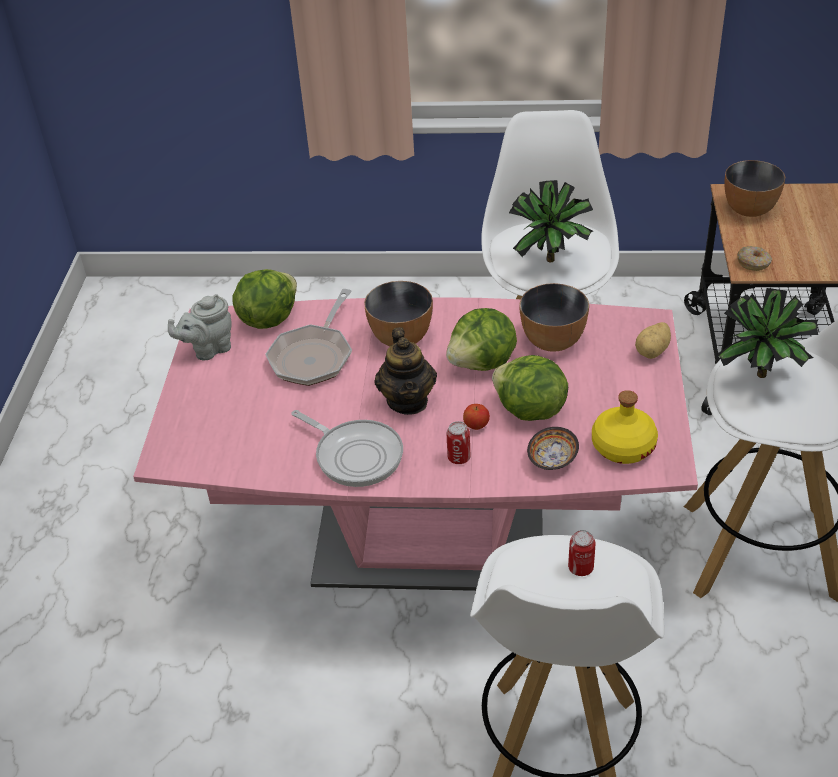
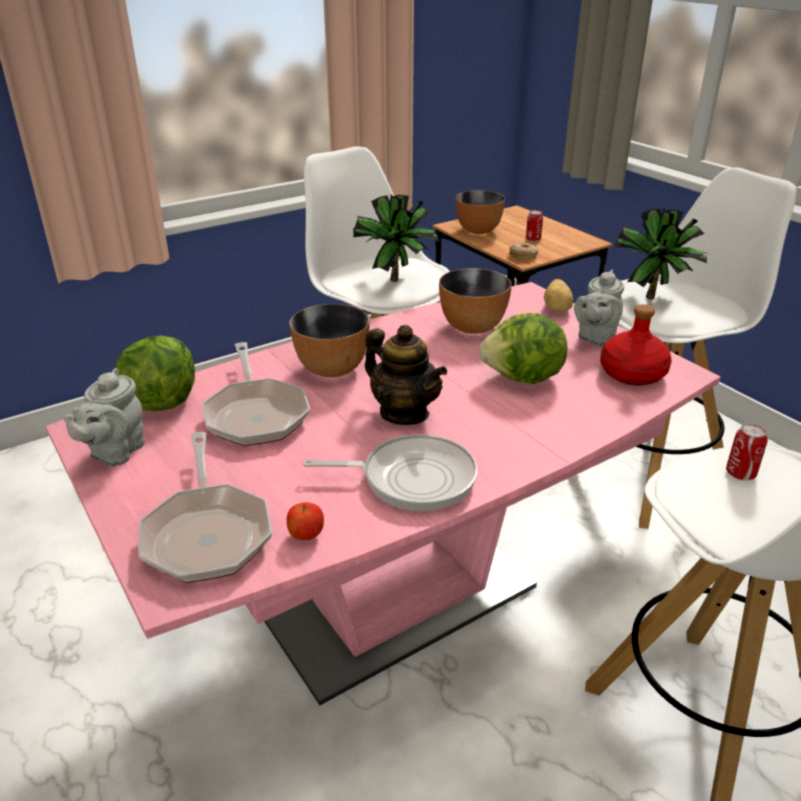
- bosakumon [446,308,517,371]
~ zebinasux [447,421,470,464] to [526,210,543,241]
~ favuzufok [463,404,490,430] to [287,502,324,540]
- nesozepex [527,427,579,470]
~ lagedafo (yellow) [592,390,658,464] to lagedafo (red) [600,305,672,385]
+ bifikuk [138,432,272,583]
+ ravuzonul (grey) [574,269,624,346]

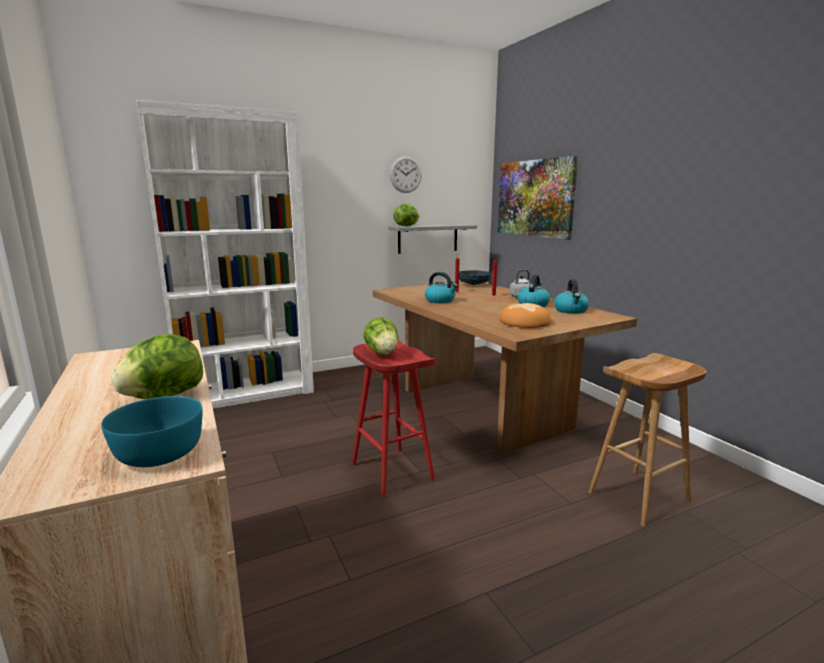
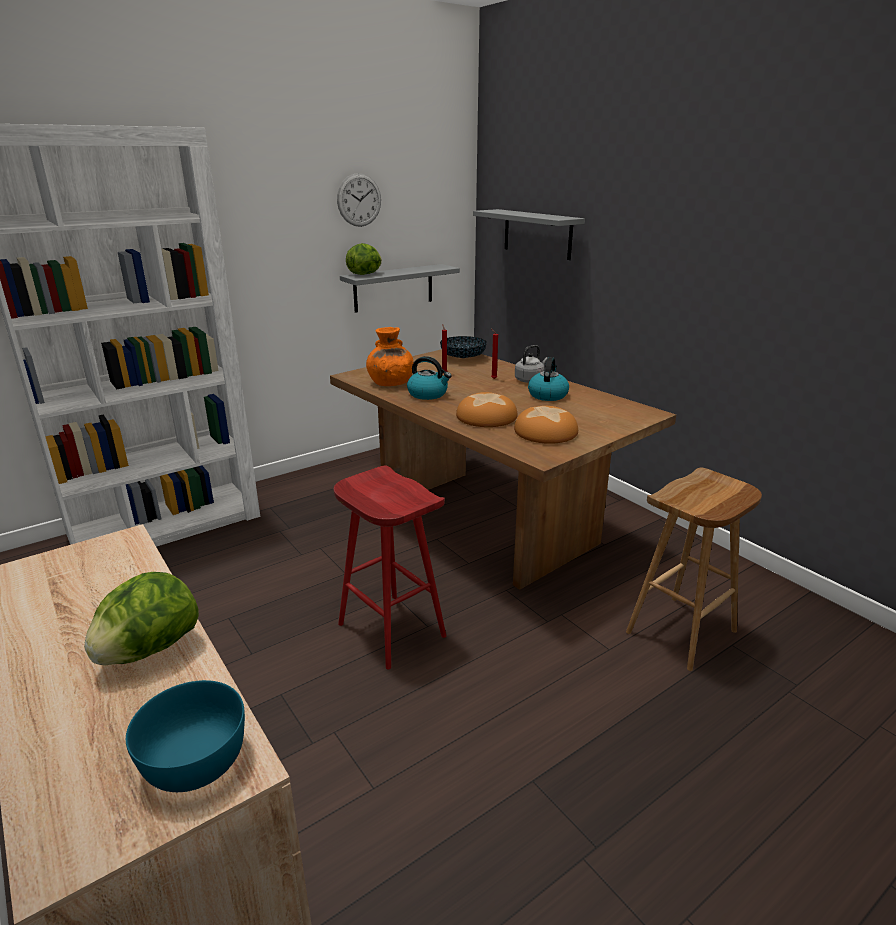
- bosakumon [363,317,399,355]
~ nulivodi [498,156,578,240] to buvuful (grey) [473,209,585,260]
- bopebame [554,279,589,314]
+ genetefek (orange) [366,327,414,386]
+ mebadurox [456,392,518,427]

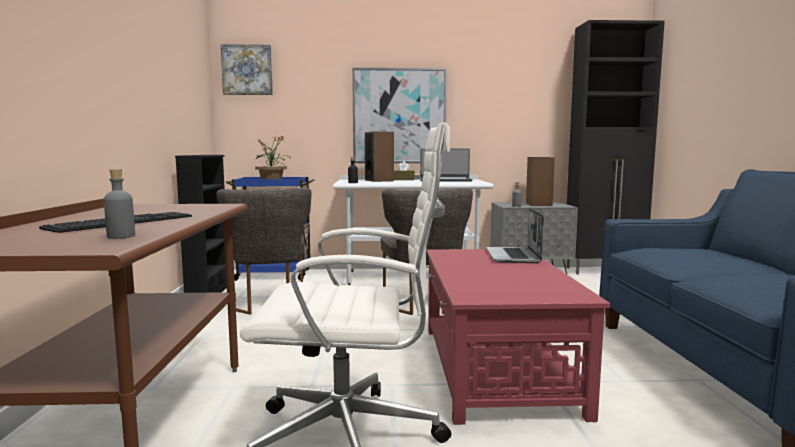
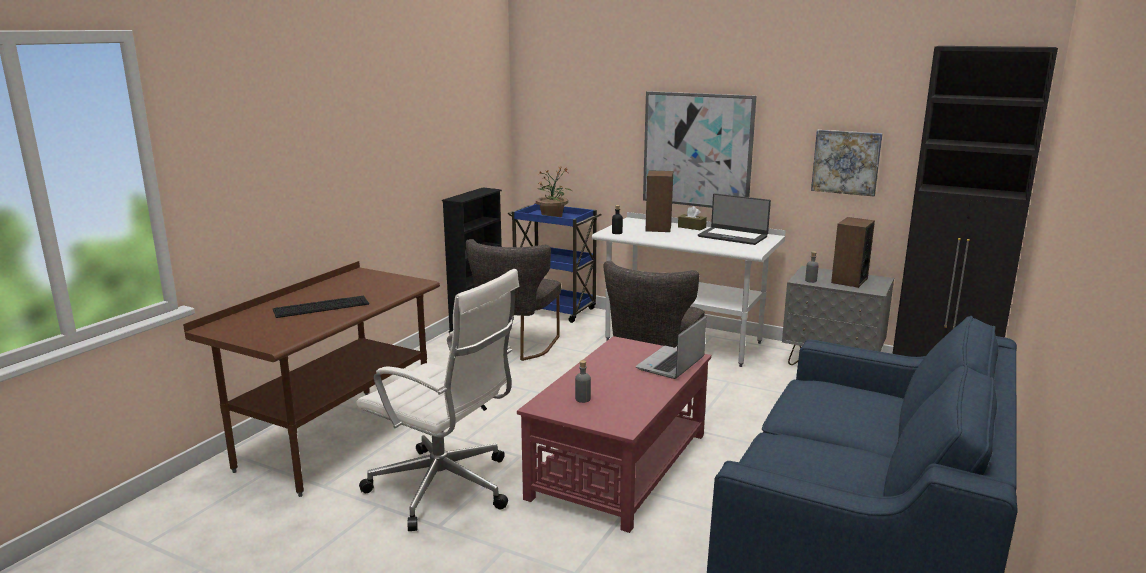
~ lagedafo (grey) [104,169,135,239] to [575,360,591,403]
~ nulivodi [221,44,273,95] to [811,130,883,196]

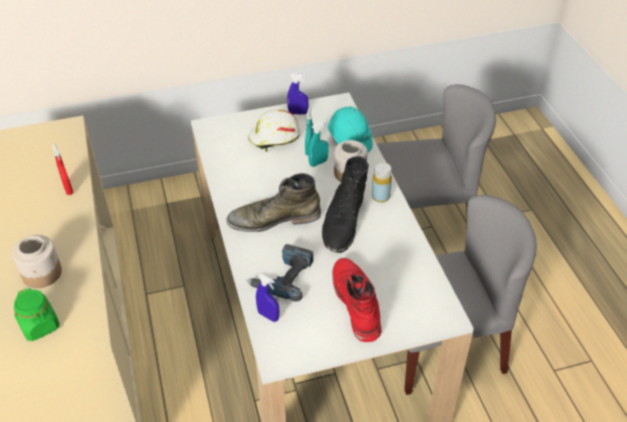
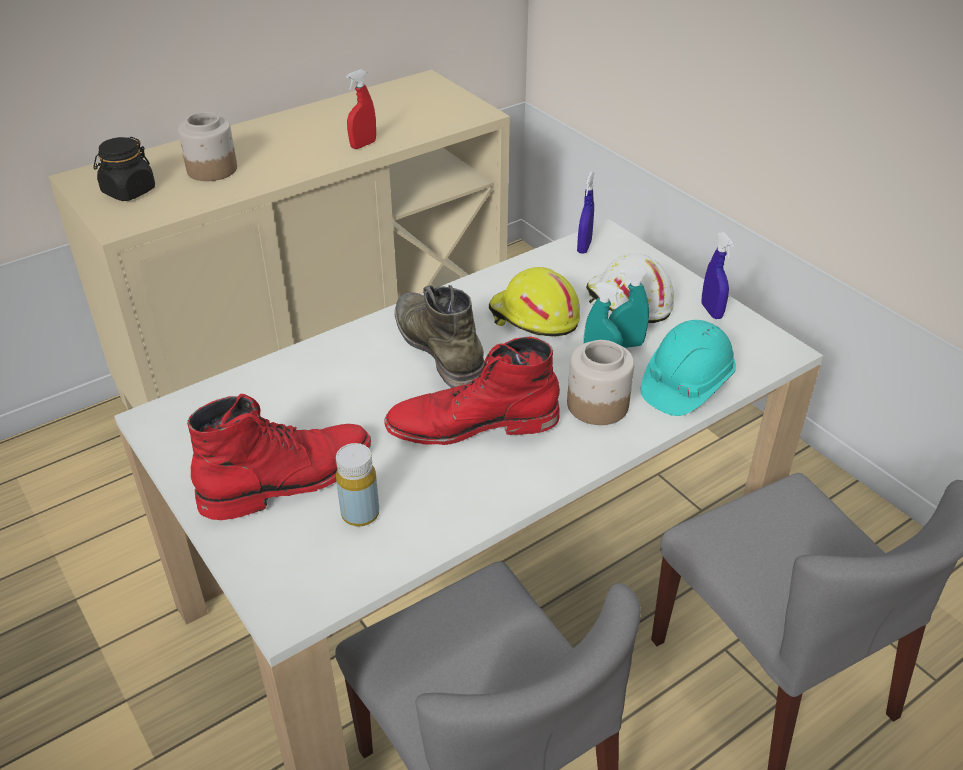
~ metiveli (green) [14,288,60,341] to metiveli (black) [93,137,155,201]
- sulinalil [246,244,313,301]
~ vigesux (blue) [256,274,279,322] to [577,172,594,254]
~ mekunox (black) [322,156,369,253] to mekunox (red) [384,336,560,445]
~ lagedafo (yellow) [372,163,392,203] to [336,443,379,526]
+ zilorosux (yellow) [489,267,580,337]

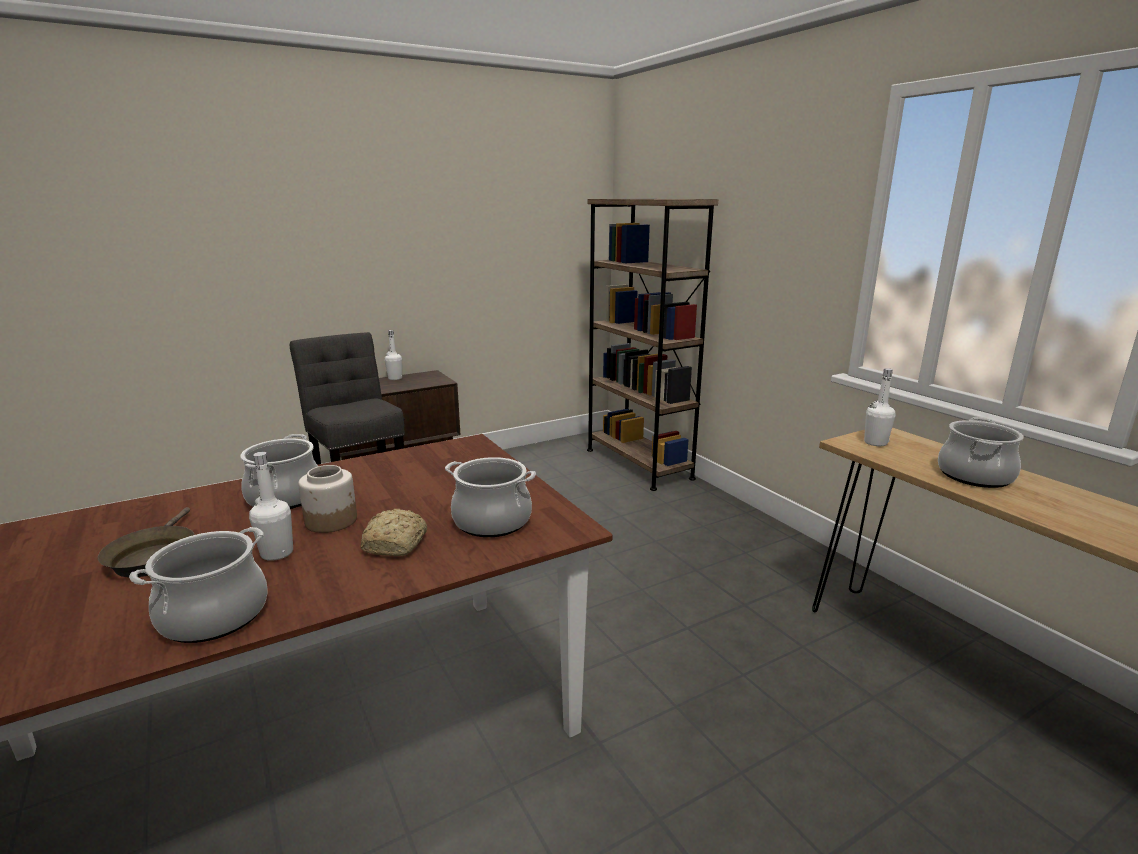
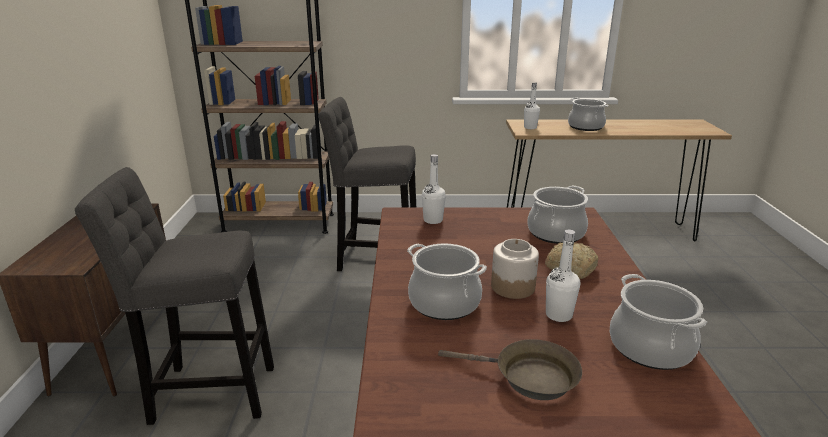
~ lagedafo (white) [385,330,402,380] to [422,154,446,224]
+ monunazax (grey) [318,97,416,271]

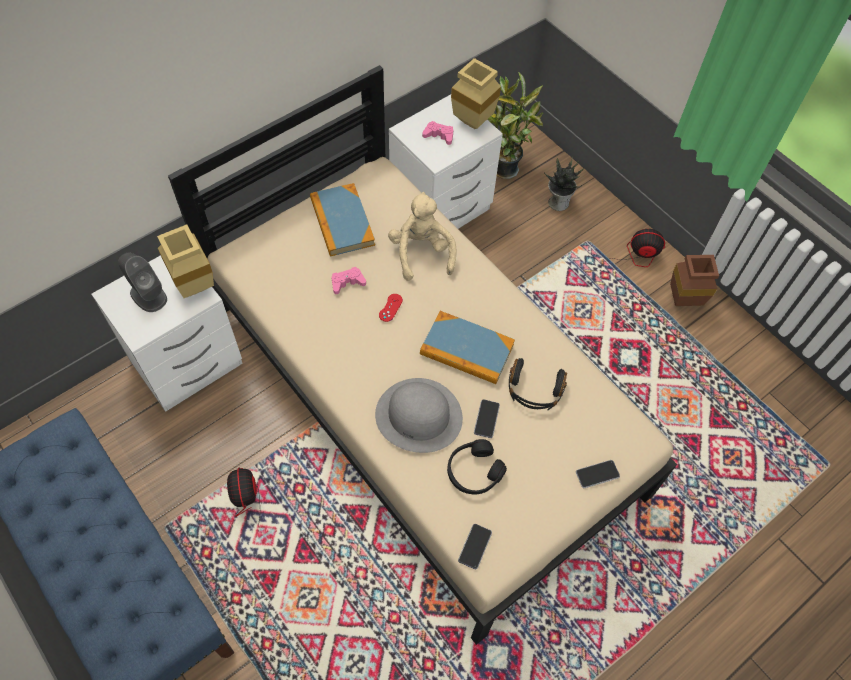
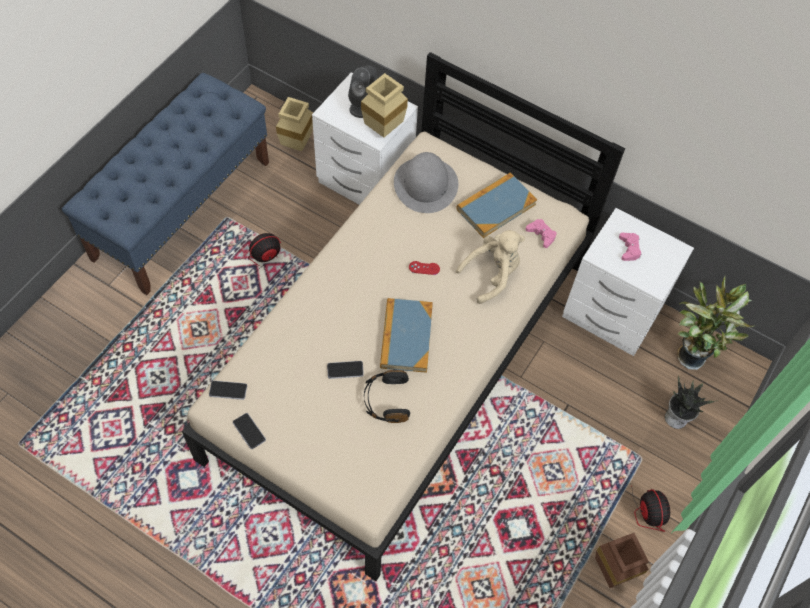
~ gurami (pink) [332,267,366,294] to [526,219,557,248]
~ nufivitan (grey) [375,378,463,453] to [394,152,458,213]
- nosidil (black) [447,439,507,494]
~ genetefek (beige) [451,58,501,129] to [276,97,313,151]
~ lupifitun [576,460,620,488] to [233,413,266,449]

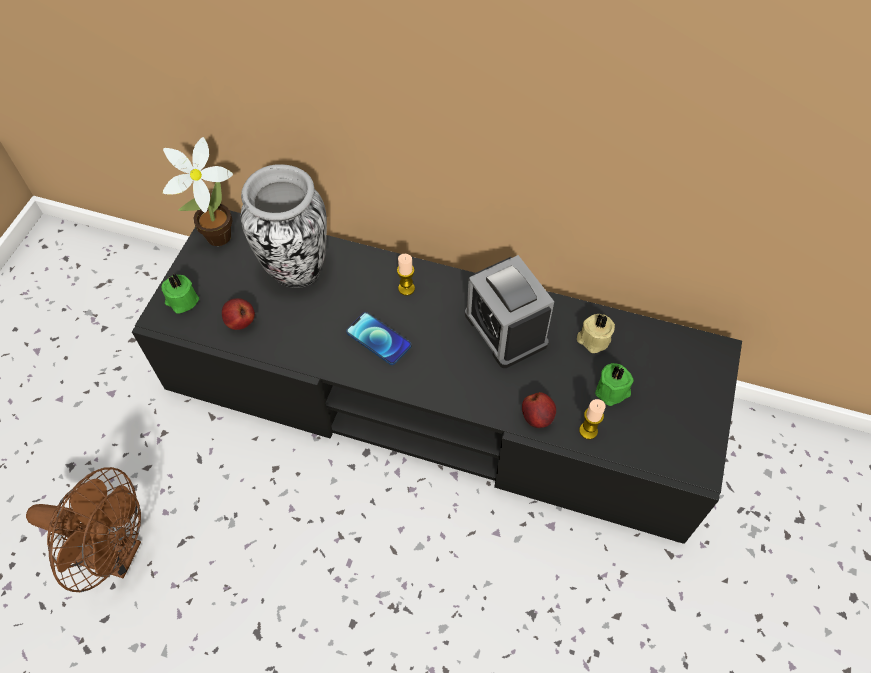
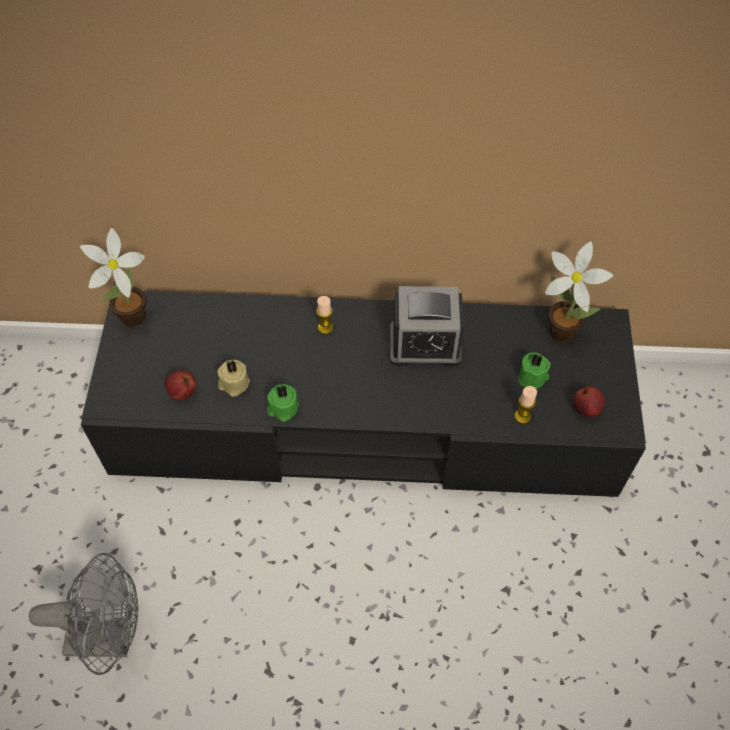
~ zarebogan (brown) [26,467,141,592] to zarebogan (grey) [29,553,138,675]
~ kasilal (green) [161,274,199,314] to [267,384,299,422]
- genetefek [241,164,327,288]
- lupifitun [346,312,411,365]
~ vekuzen [465,255,554,368] = [390,286,464,366] 45 degrees counterclockwise
~ favuzufok [522,392,556,428] to [573,386,605,418]
~ kasilal (beige) [577,314,615,353] to [217,360,250,397]
+ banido [545,242,614,342]

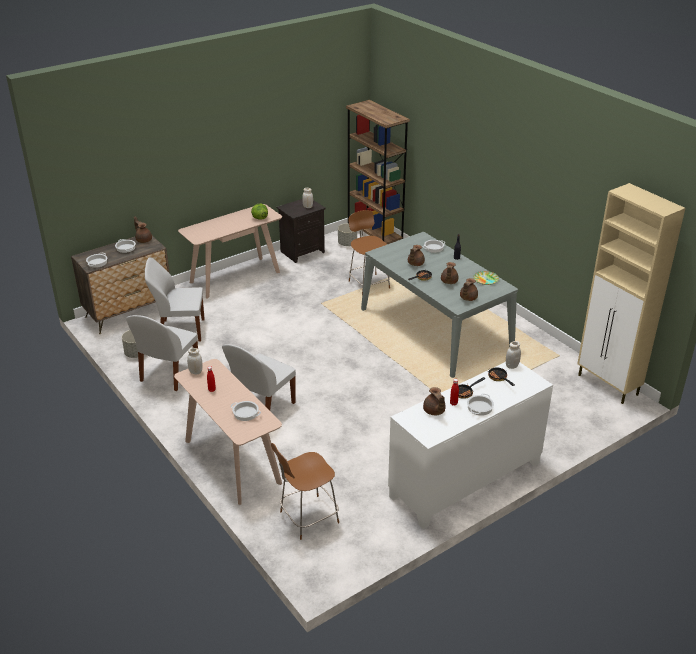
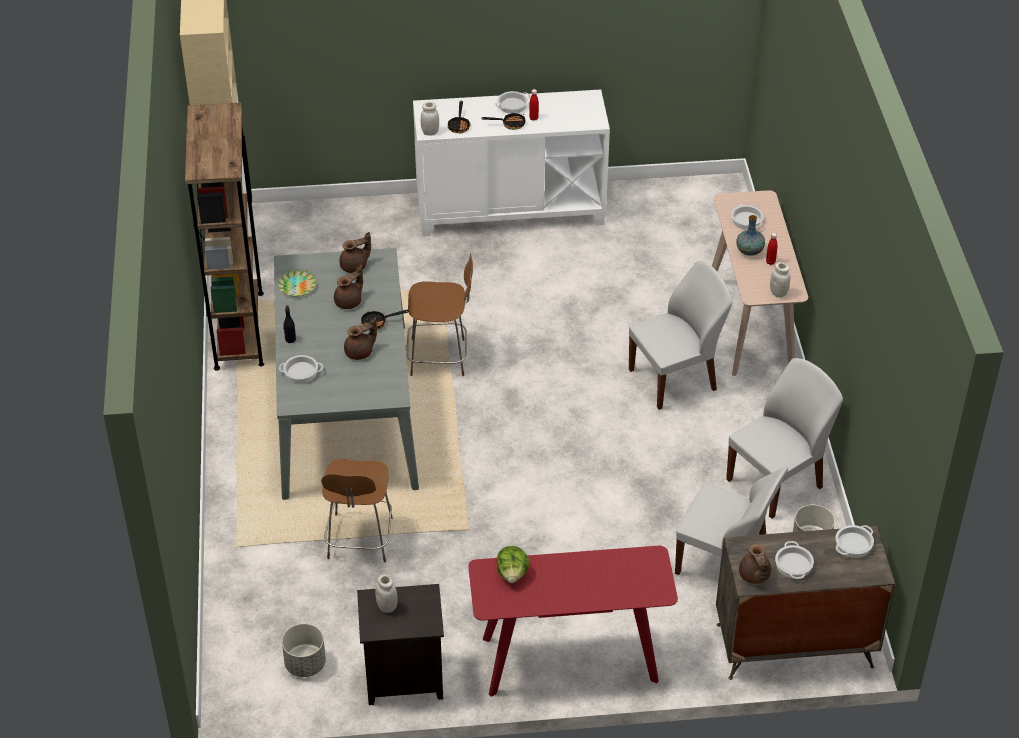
~ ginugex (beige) [178,204,282,299] to ginugex (red) [468,546,678,697]
~ monunazax (brown) [271,443,339,540] to [407,253,473,376]
~ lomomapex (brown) [346,100,410,244] to [185,102,264,371]
- ravuzonul (brown) [423,387,446,415]
+ genetefek [736,215,765,256]

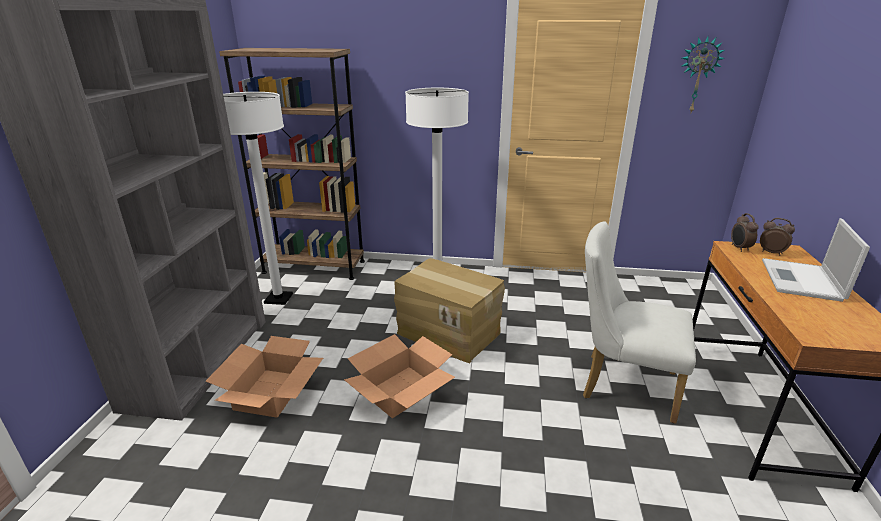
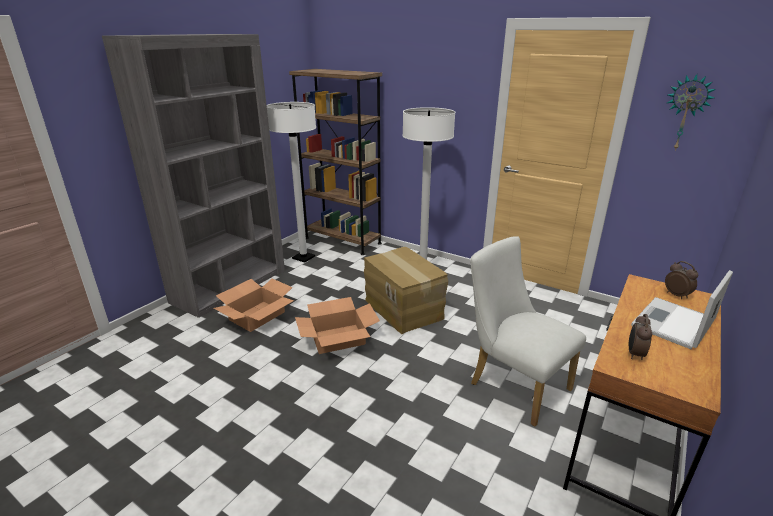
~ vekuzen [731,213,758,252] to [629,314,652,360]

